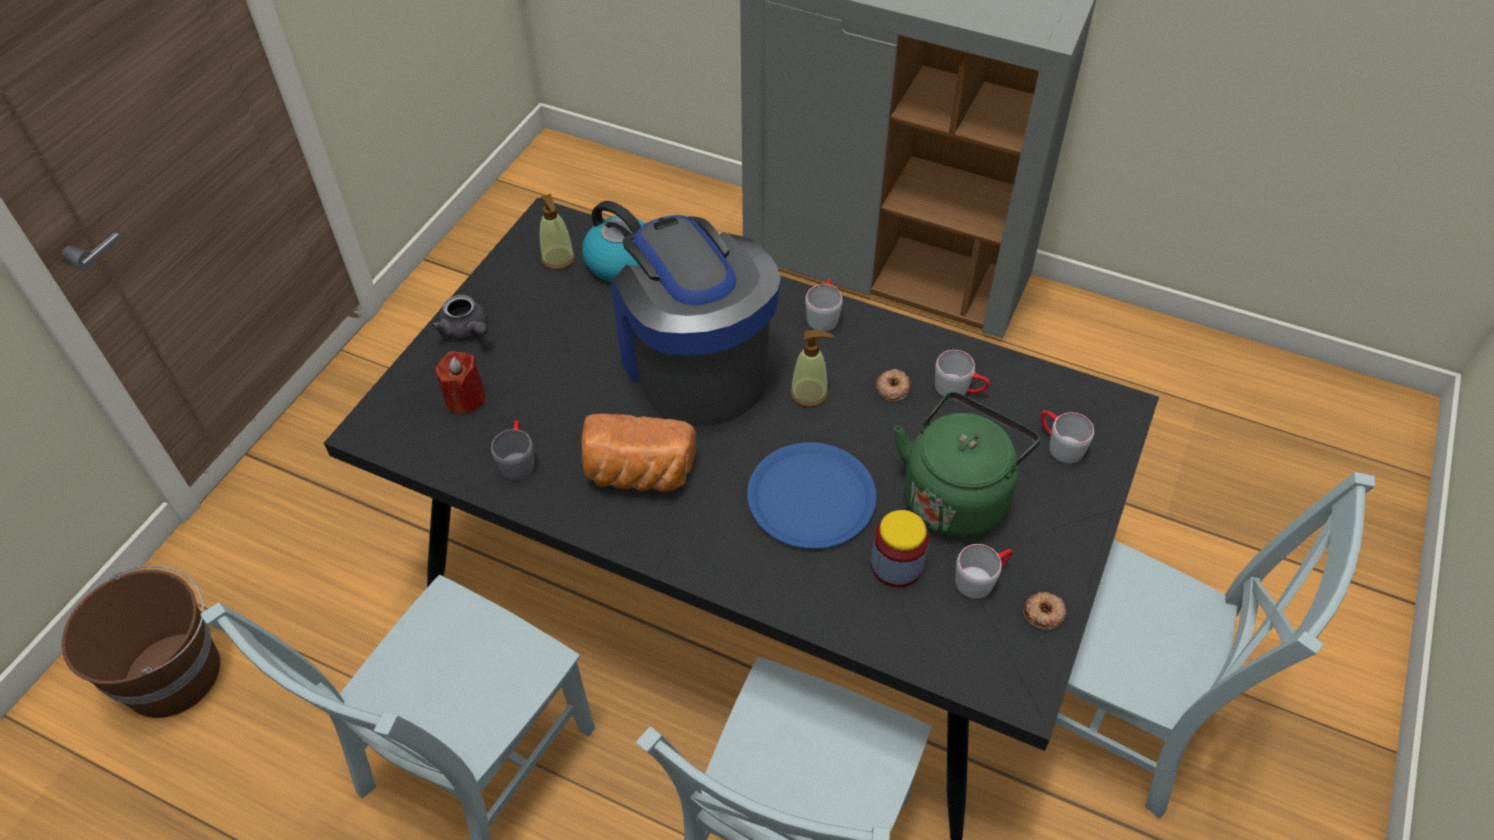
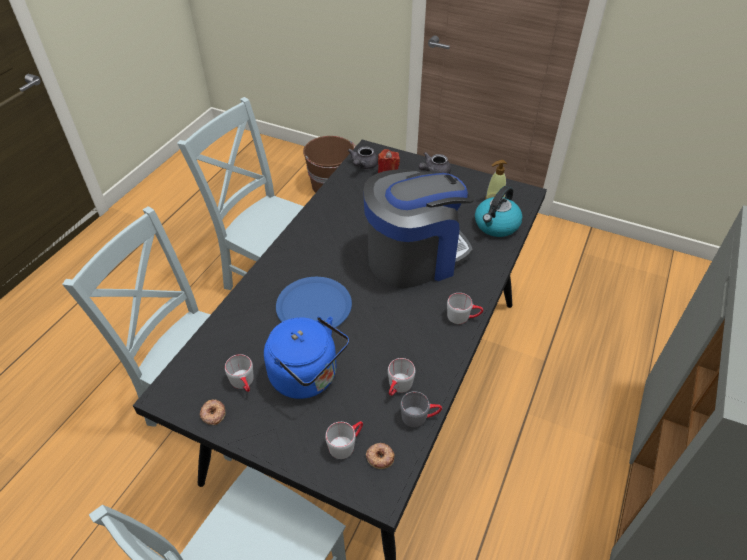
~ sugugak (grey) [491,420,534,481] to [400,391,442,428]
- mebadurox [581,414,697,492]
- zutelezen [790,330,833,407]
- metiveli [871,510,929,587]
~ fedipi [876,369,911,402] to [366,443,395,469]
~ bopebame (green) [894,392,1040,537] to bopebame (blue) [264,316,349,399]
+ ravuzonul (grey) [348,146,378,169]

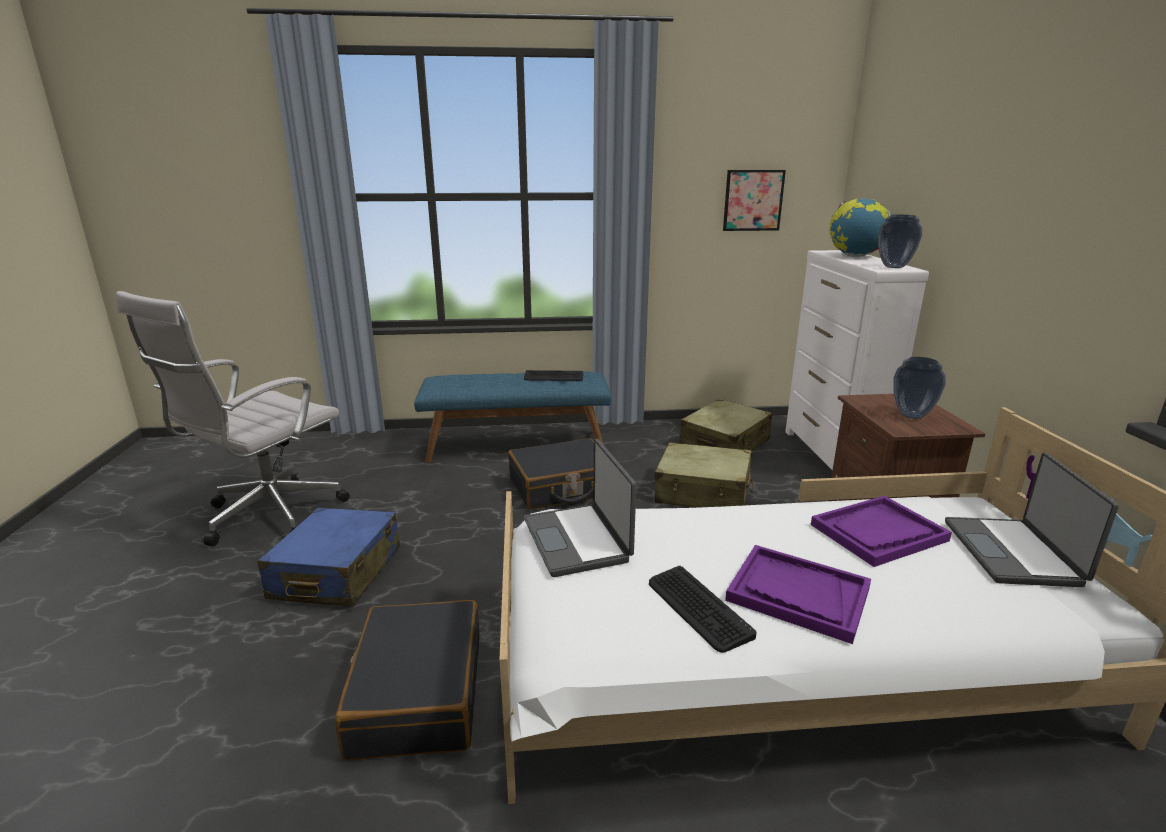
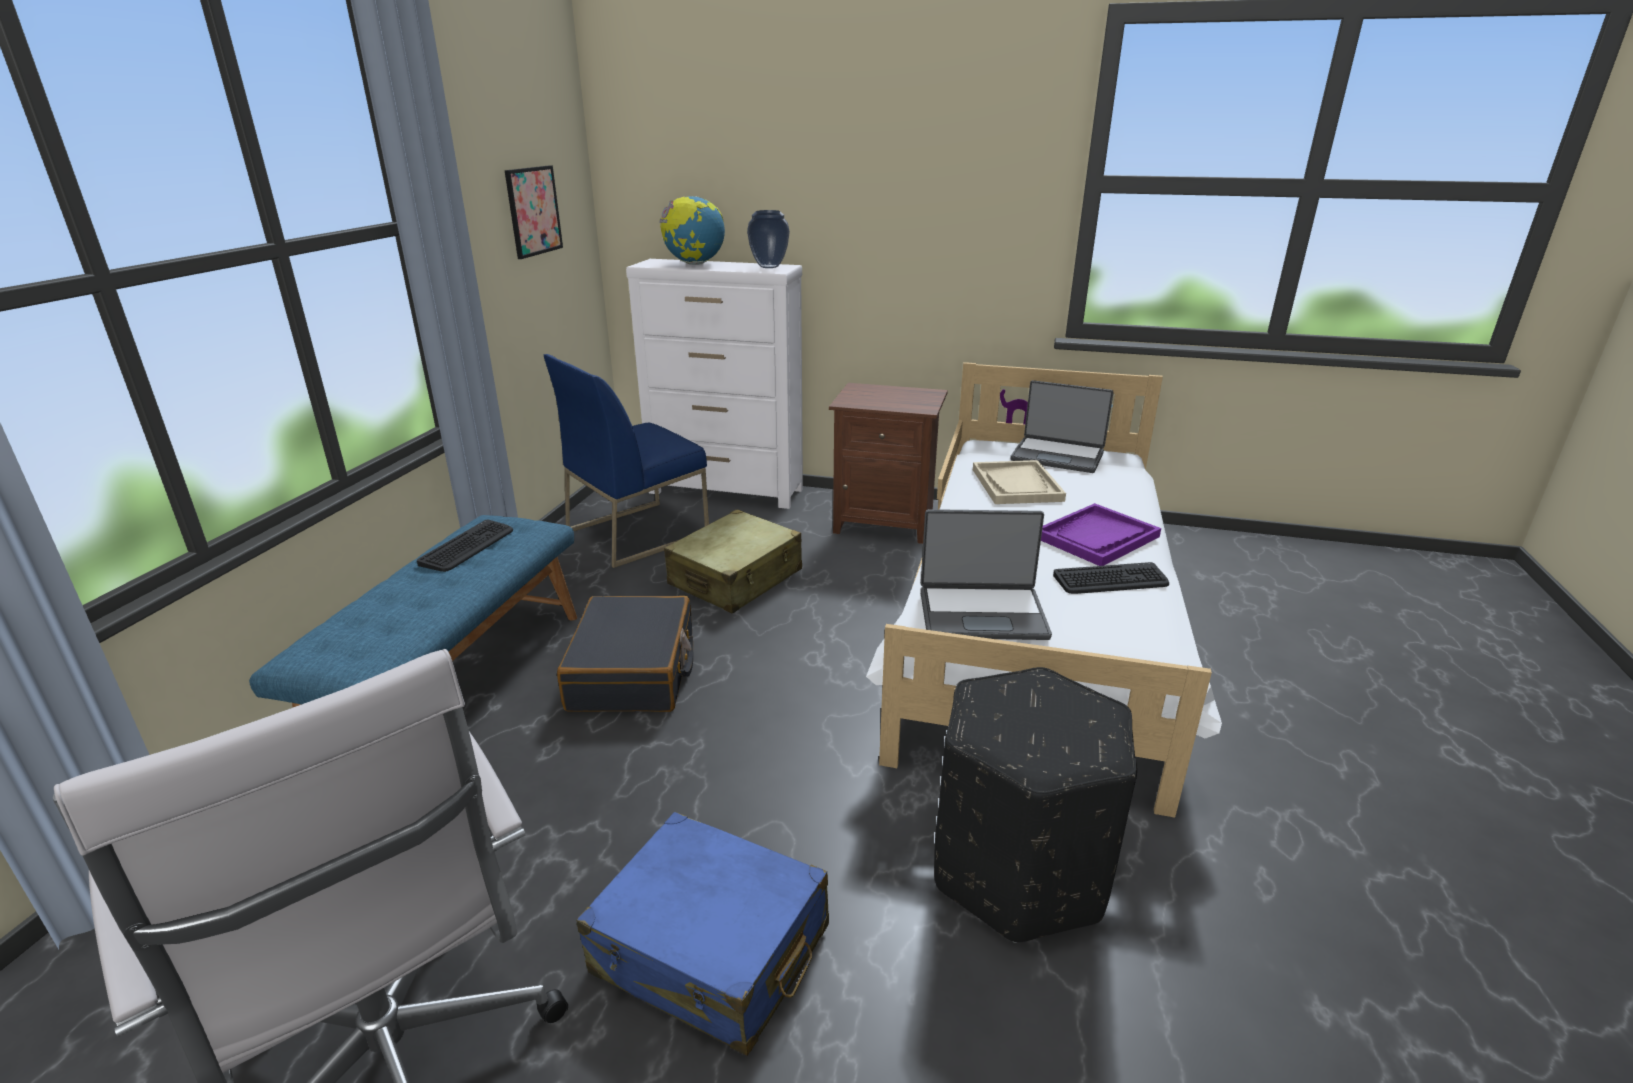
~ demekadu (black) [335,600,480,761] to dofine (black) [934,667,1137,943]
~ demekadu (beige) [679,398,772,451] to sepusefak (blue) [543,354,709,568]
~ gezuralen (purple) [811,496,952,567] to gezuralen (beige) [973,460,1066,504]
- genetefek [893,357,946,419]

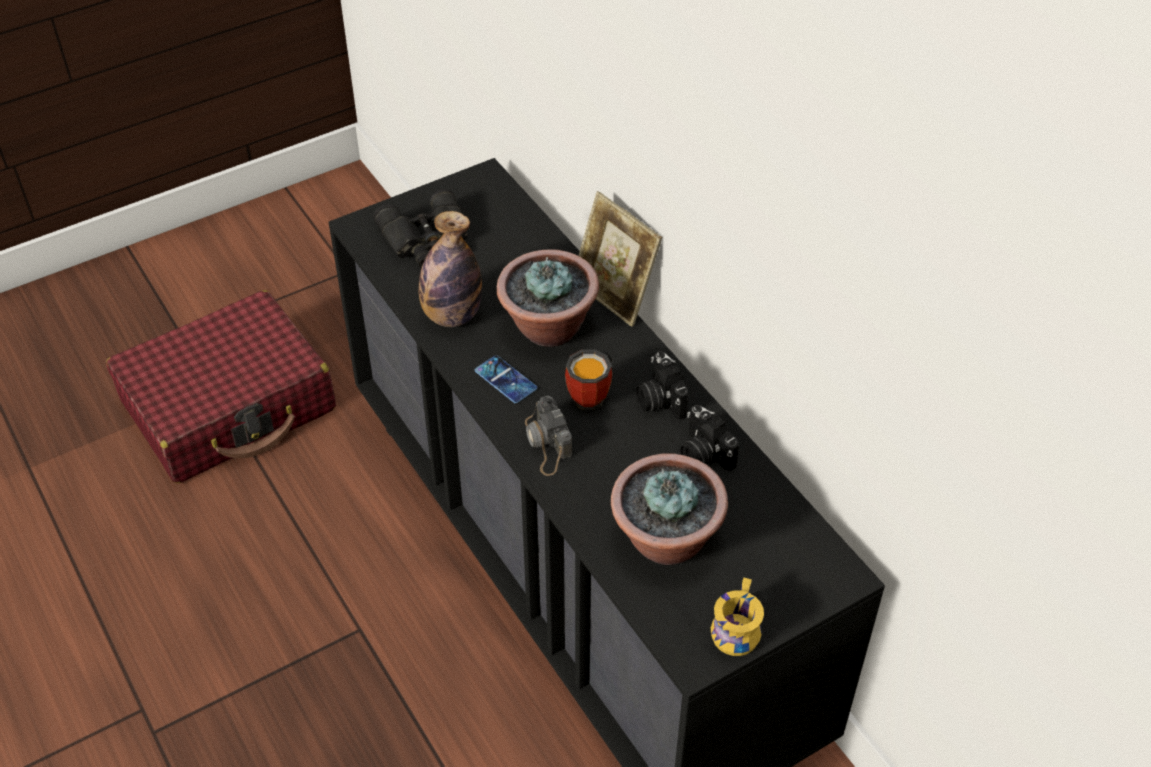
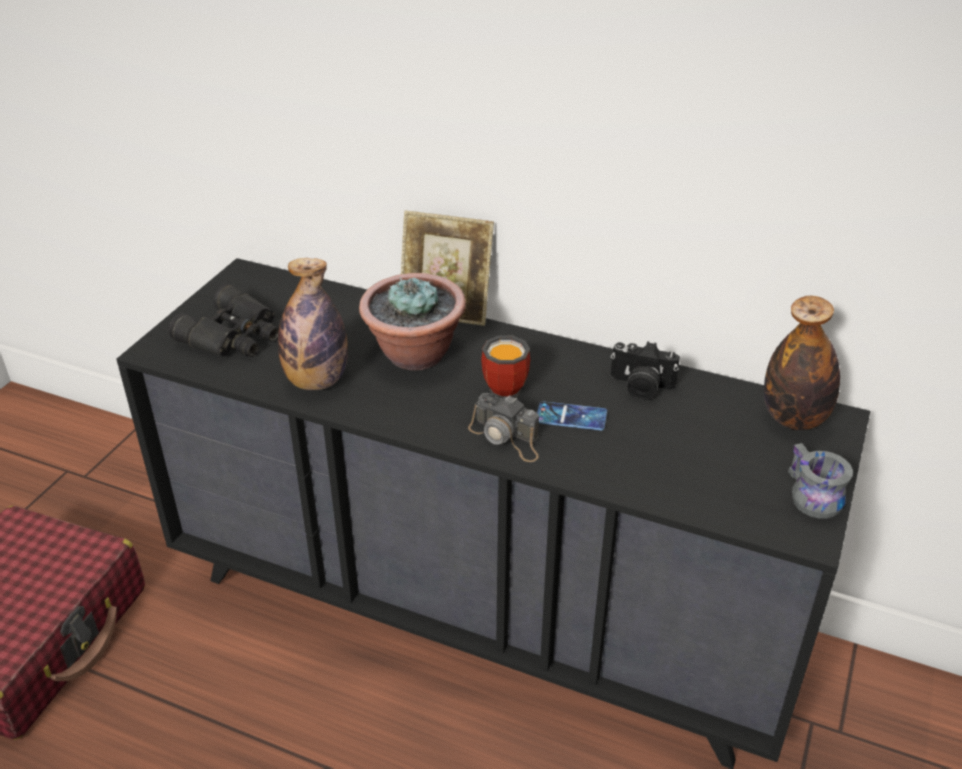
~ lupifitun [475,355,537,403] to [537,401,607,430]
- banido [611,454,728,565]
- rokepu [636,351,689,420]
~ sugugak (yellow) [711,577,764,656] to sugugak (grey) [788,443,853,519]
+ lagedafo [764,296,840,430]

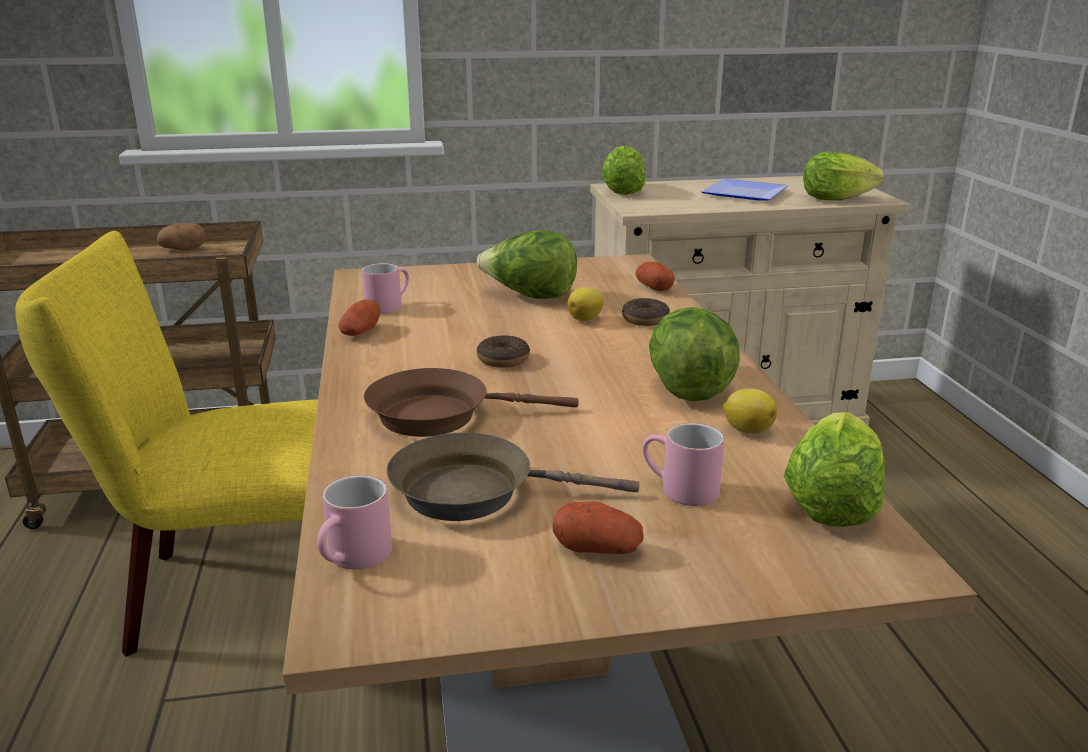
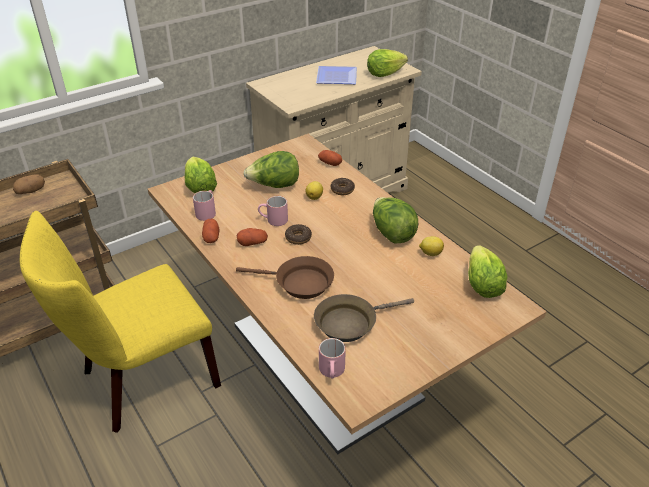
~ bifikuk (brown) [364,368,579,437] = [236,256,334,299] 135 degrees counterclockwise
~ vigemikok [553,501,643,554] to [237,228,268,246]
~ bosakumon [601,146,646,195] to [185,157,217,193]
~ sugugak (pink) [642,423,725,506] to [258,196,288,226]

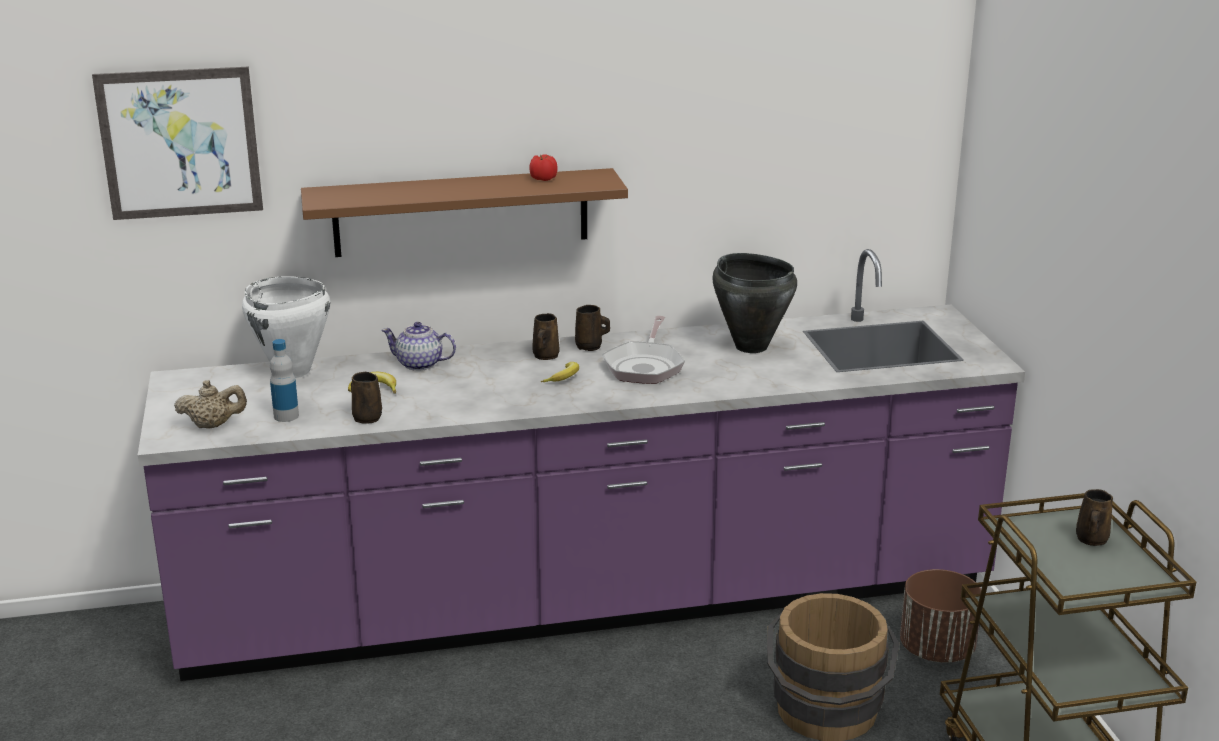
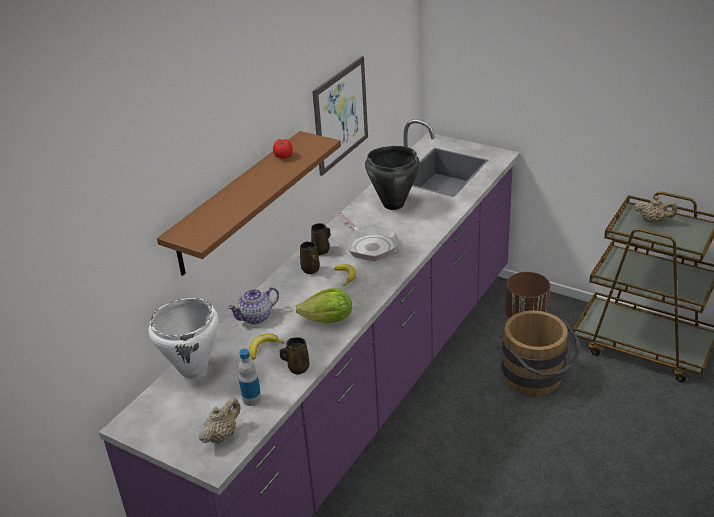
~ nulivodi [92,67,263,220] to [312,56,368,176]
~ sugugak (brown) [1076,489,1113,546] to ravuzonul (beige) [634,196,677,223]
+ bosakumon [295,288,352,323]

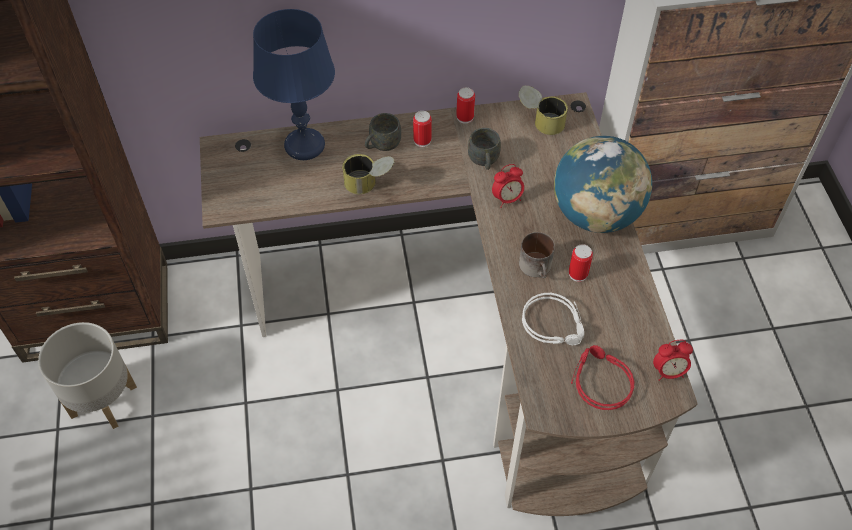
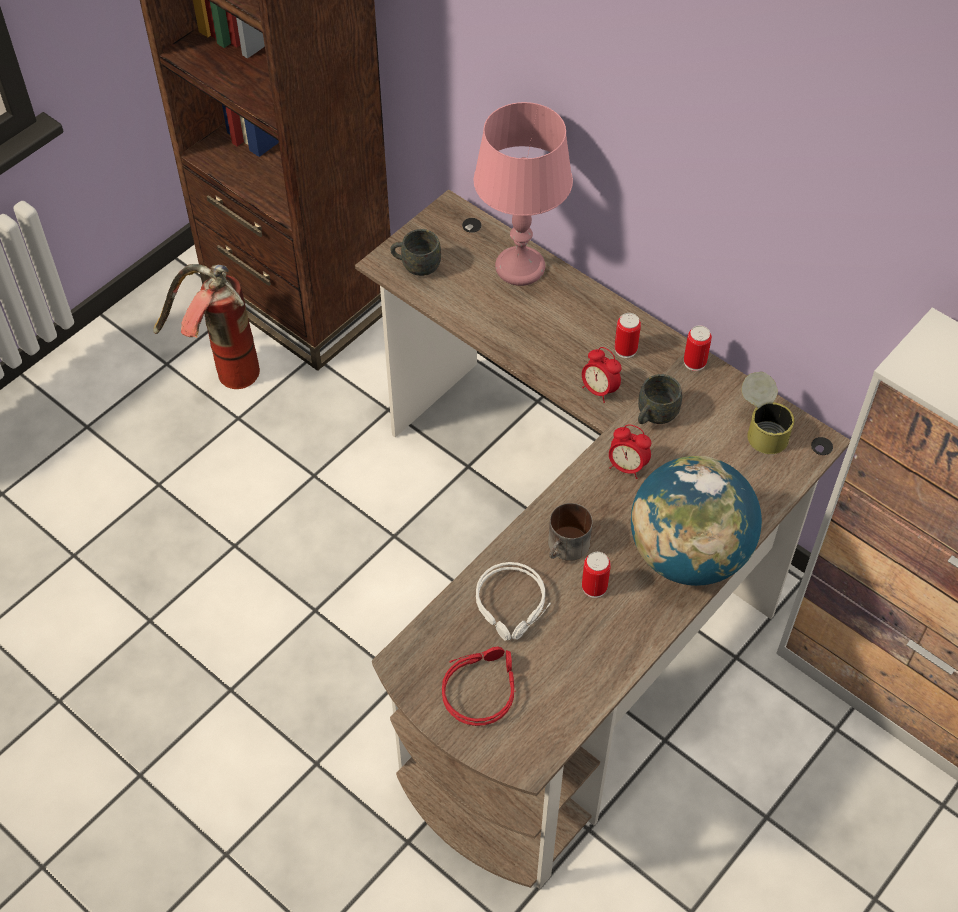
~ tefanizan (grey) [38,322,137,429] to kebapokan [153,264,260,389]
~ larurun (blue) [253,9,335,160] to larurun (pink) [473,102,573,286]
- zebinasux [342,154,394,194]
~ sugugak (grey) [365,113,401,151] to [390,229,441,276]
~ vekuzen [653,340,693,381] to [582,347,622,403]

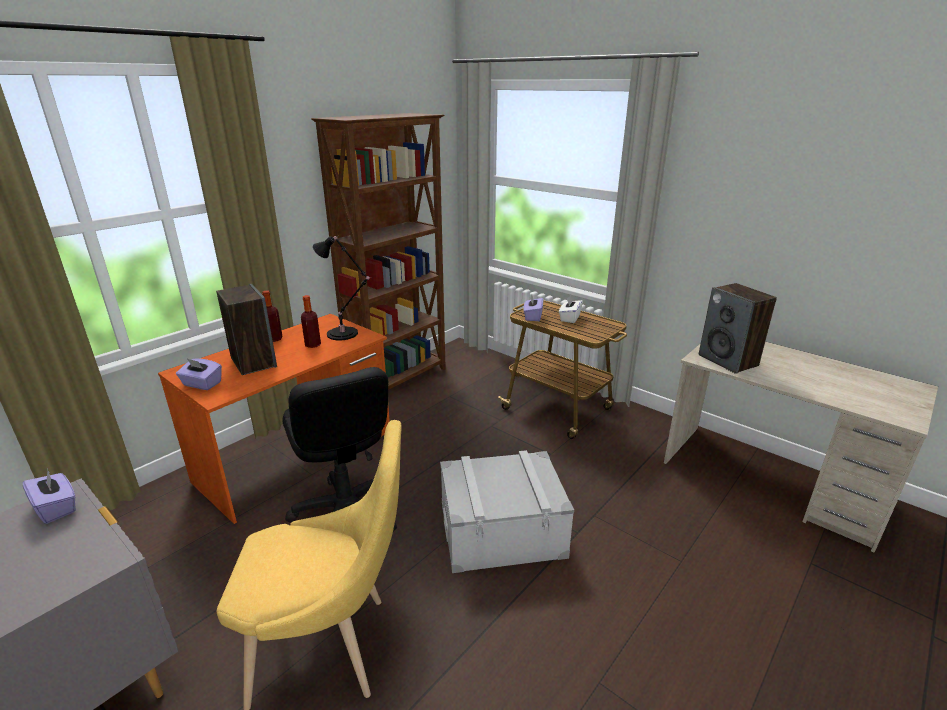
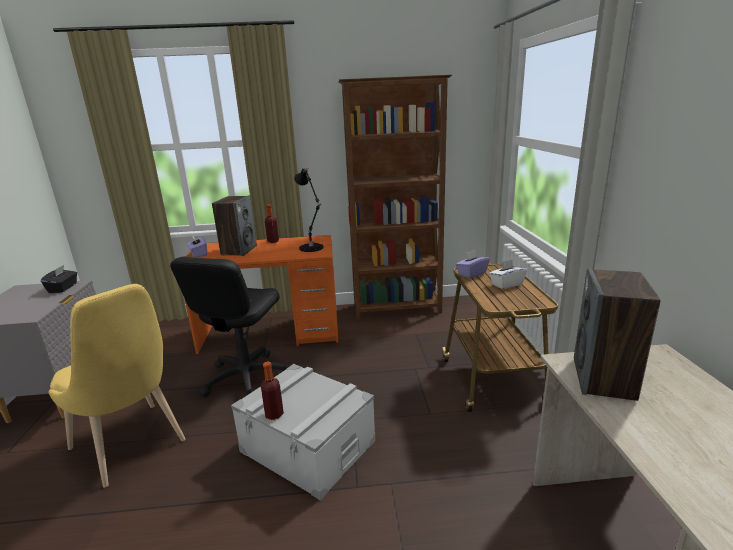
~ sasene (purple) [23,471,76,524] to sasene (black) [41,265,77,293]
~ lagedafo [301,295,321,348] to [261,361,284,420]

